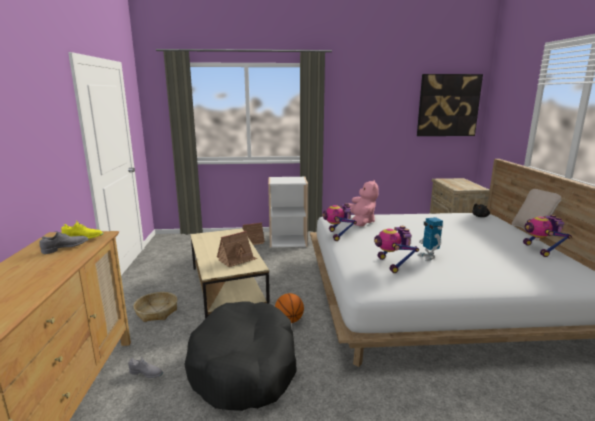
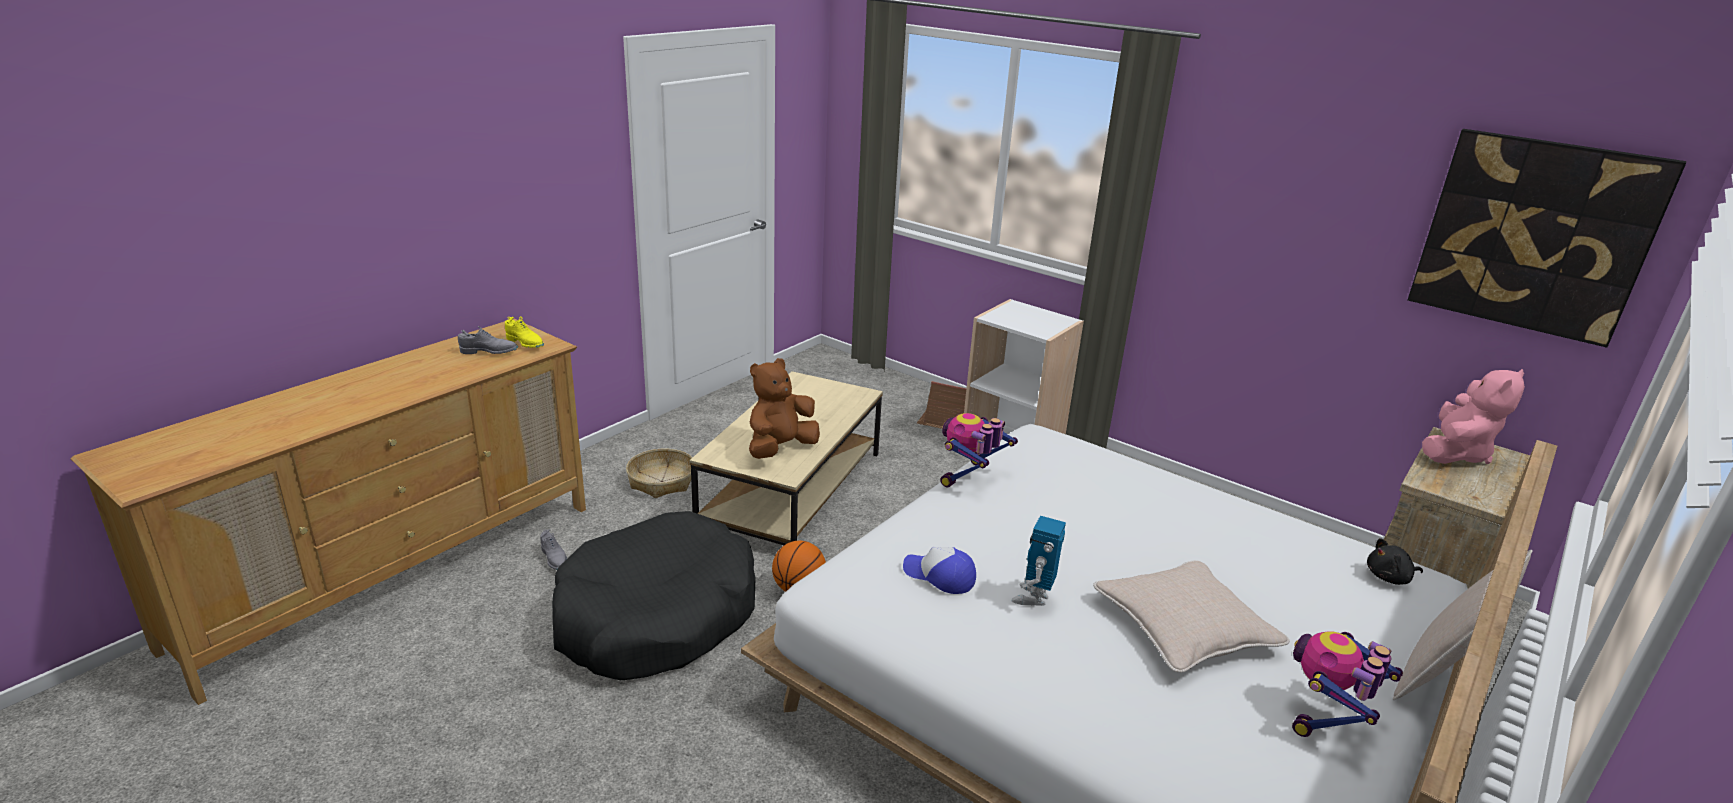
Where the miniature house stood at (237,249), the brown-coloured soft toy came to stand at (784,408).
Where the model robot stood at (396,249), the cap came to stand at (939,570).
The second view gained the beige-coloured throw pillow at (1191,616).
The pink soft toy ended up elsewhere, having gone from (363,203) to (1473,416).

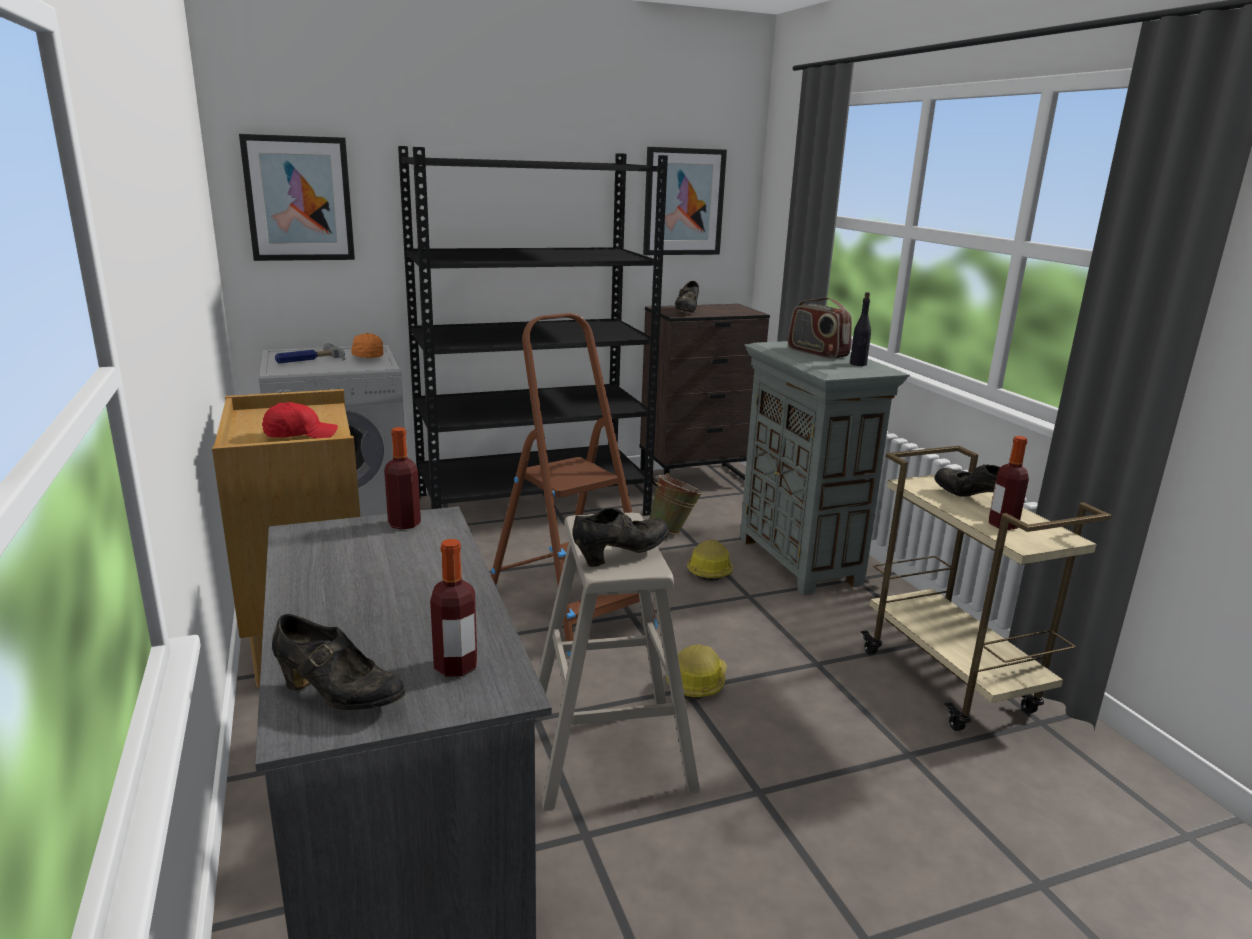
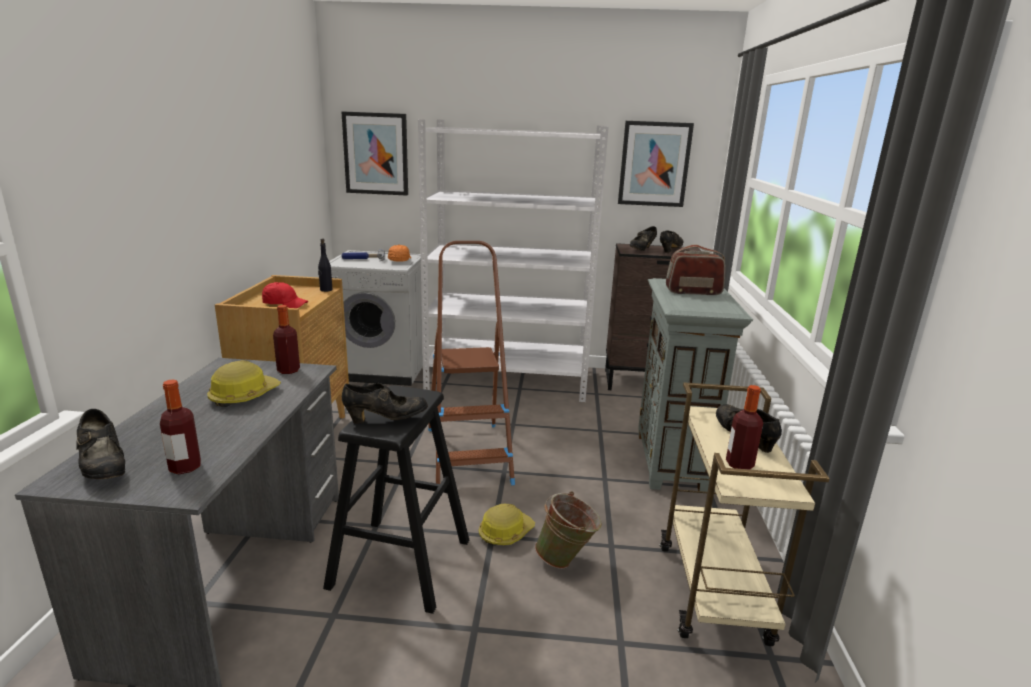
The work helmet ended up elsewhere, having gone from (710,561) to (244,383).
The black-coloured beverage bottle ended up elsewhere, having gone from (860,329) to (325,265).
What was the beige-coloured sitting stool at (617,662) turned into the black-coloured sitting stool at (396,499).
What was the black-coloured bookshelf at (533,331) turned into the white-coloured bookshelf at (513,260).
The green pail ended up elsewhere, having gone from (676,504) to (568,530).
The second view gained the black-coloured shoe at (672,241).
The radio at (820,328) ended up facing another way, 105 degrees clockwise from before.

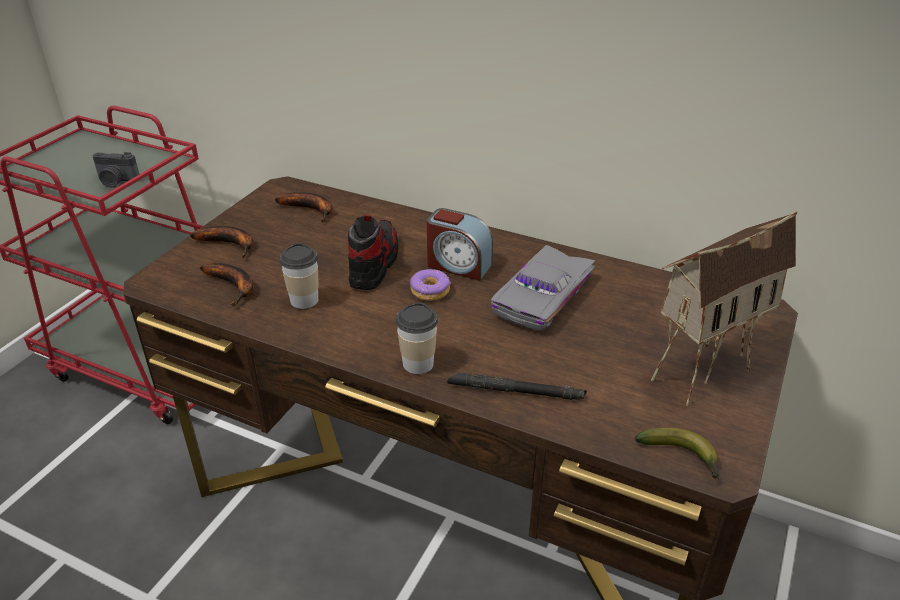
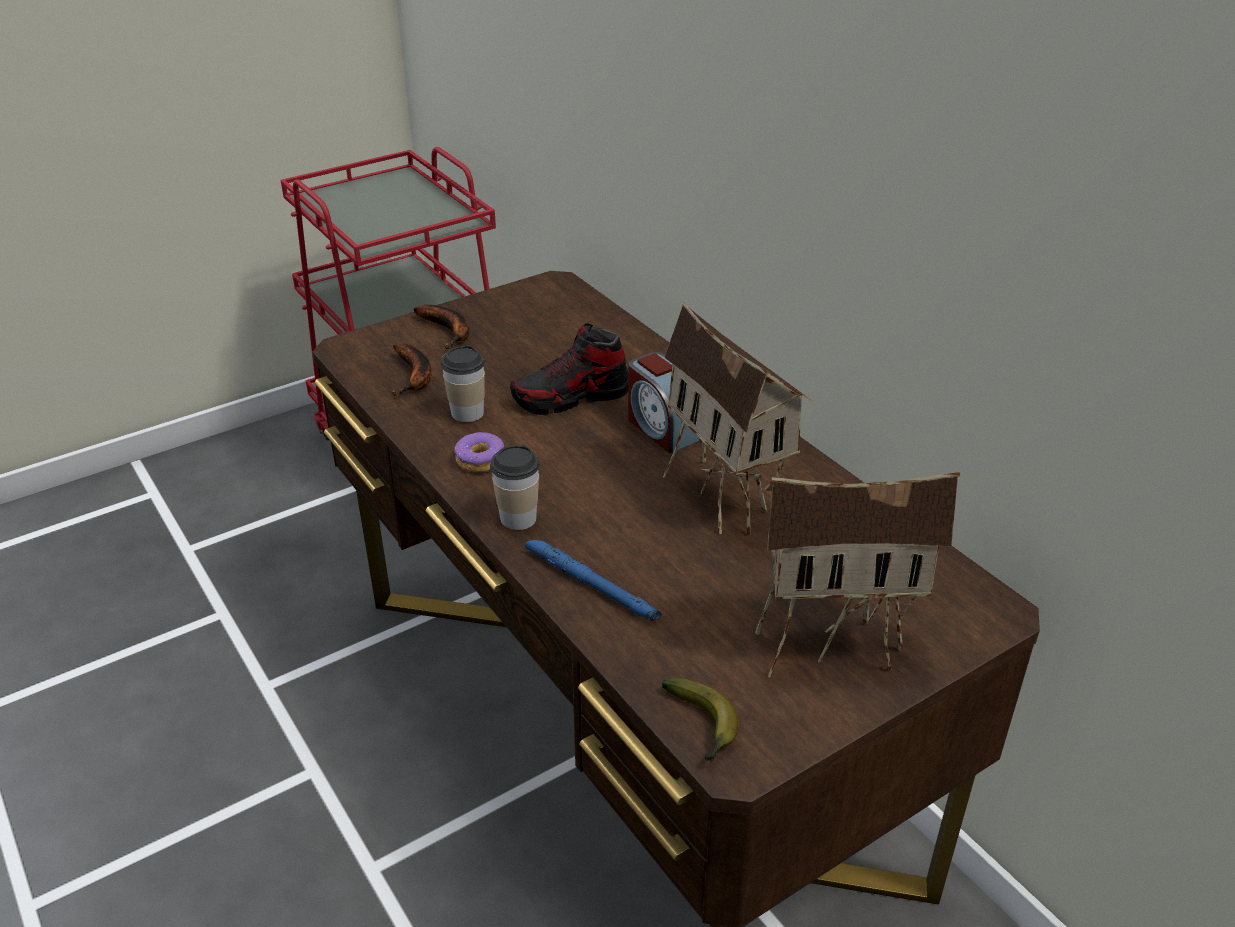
The donut ended up elsewhere, having gone from (430,285) to (479,452).
The shoe at (373,252) ended up facing another way, 150 degrees counterclockwise from before.
What was the black-coloured torch at (517,386) turned into the bluish torch at (593,580).
Where the greyish model car stood at (543,288), the miniature house came to stand at (737,418).
The second view lost the still camera at (116,170).
The second view lost the banana at (303,207).

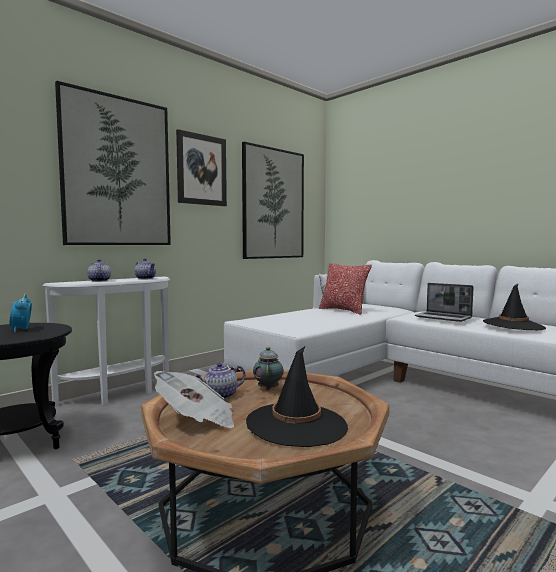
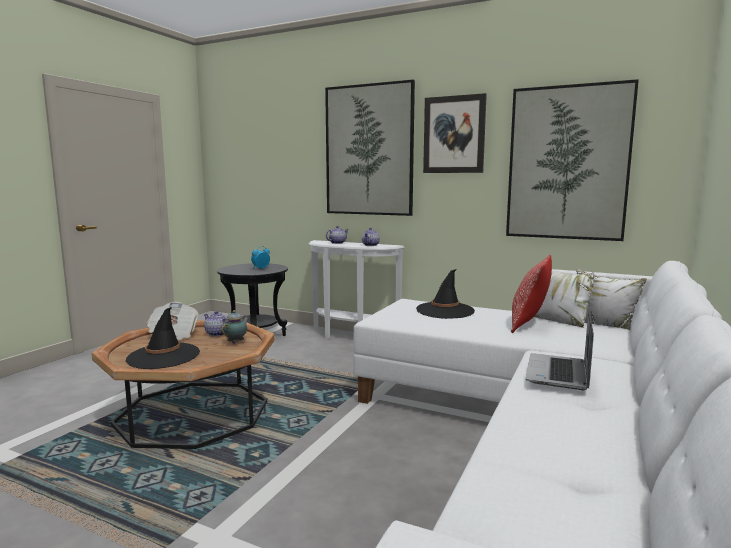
The pot for tea at (268,368) ended up facing another way, 45 degrees counterclockwise from before.
The black-coloured hat ended up elsewhere, having gone from (514,307) to (445,294).

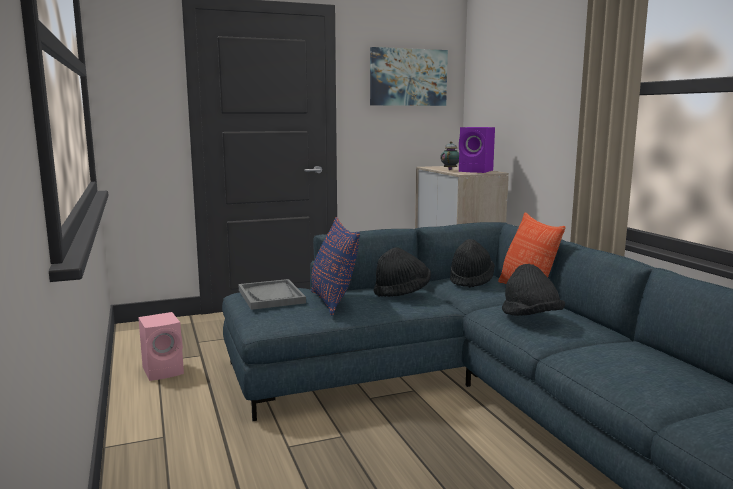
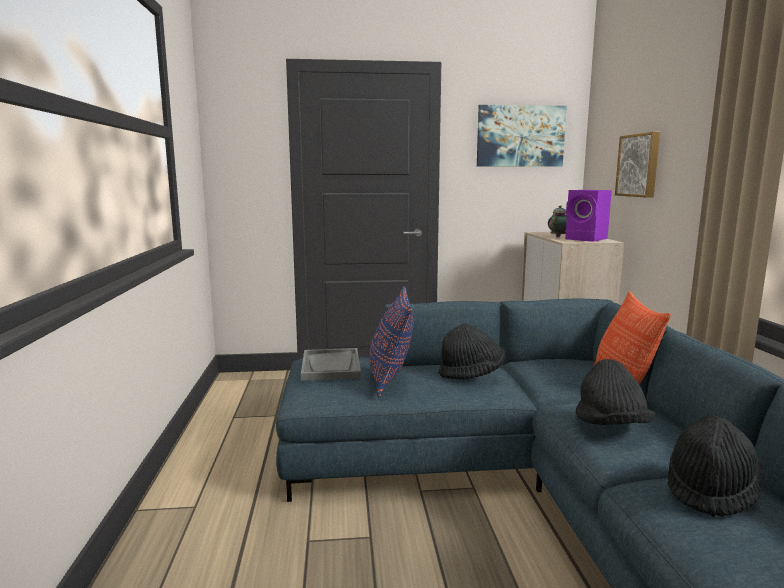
The second view gained the wall picture at (637,165).
The black-coloured hat ended up elsewhere, having gone from (472,263) to (715,466).
The second view lost the pink audio speaker at (161,346).

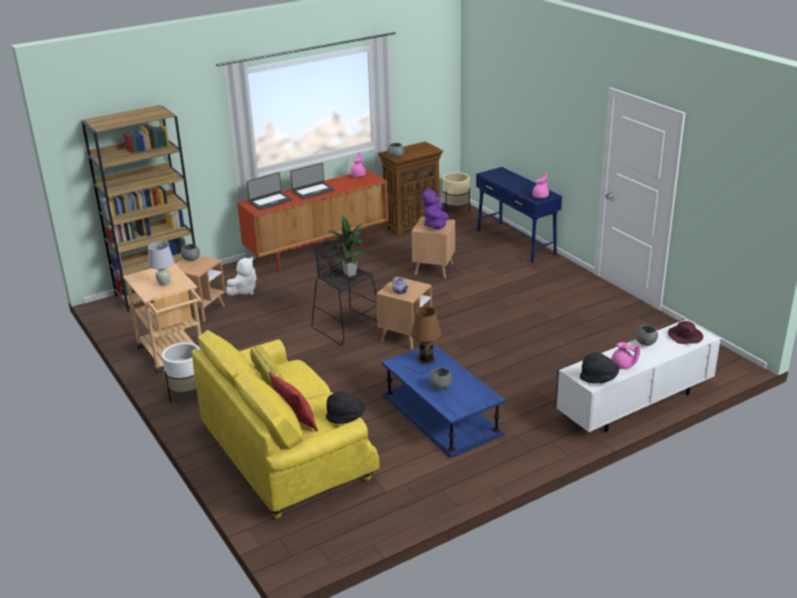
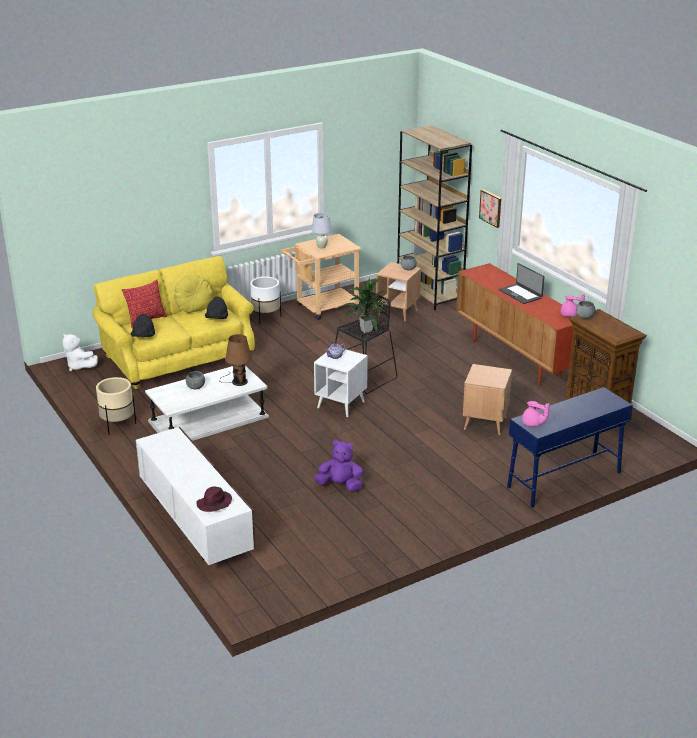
The white-coloured soft toy ended up elsewhere, having gone from (241,276) to (80,352).
The beige-coloured plant pot ended up elsewhere, having gone from (456,192) to (116,405).
What was the bluish coffee table at (443,401) turned into the white-coloured coffee table at (207,403).
The black-coloured hat ended up elsewhere, having gone from (599,368) to (216,307).
What was the brown-coloured side table at (404,313) turned into the white-coloured side table at (341,382).
The purplish soft toy ended up elsewhere, having gone from (435,209) to (339,465).
The second view gained the wall picture at (490,208).
The second view lost the portable computer at (270,191).
The second view lost the pink pot for tea at (626,355).
The second view lost the greyish serving bowl at (646,335).

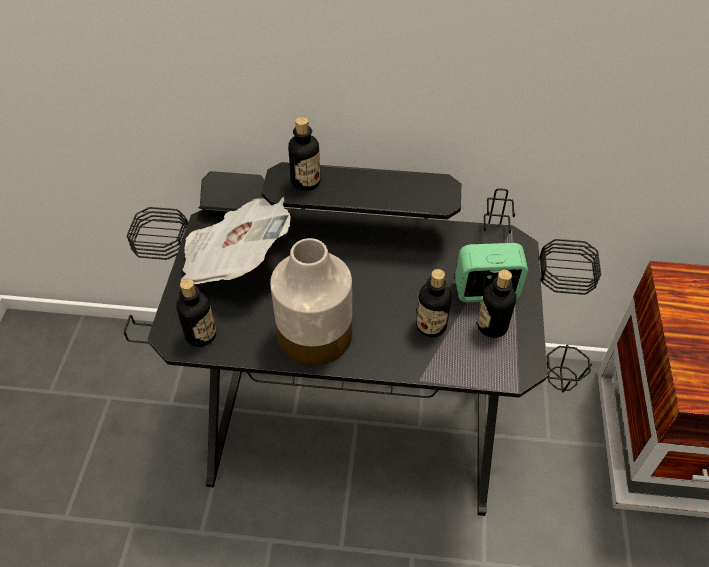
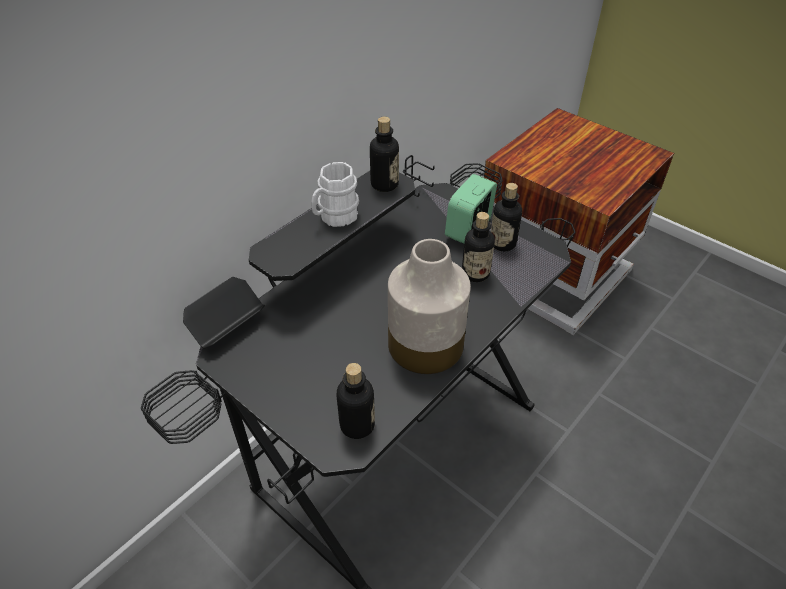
The second view gained the white-coloured coffee mug at (335,194).
The beverage bottle ended up elsewhere, having gone from (304,154) to (384,154).
The second view lost the daily paper at (236,240).

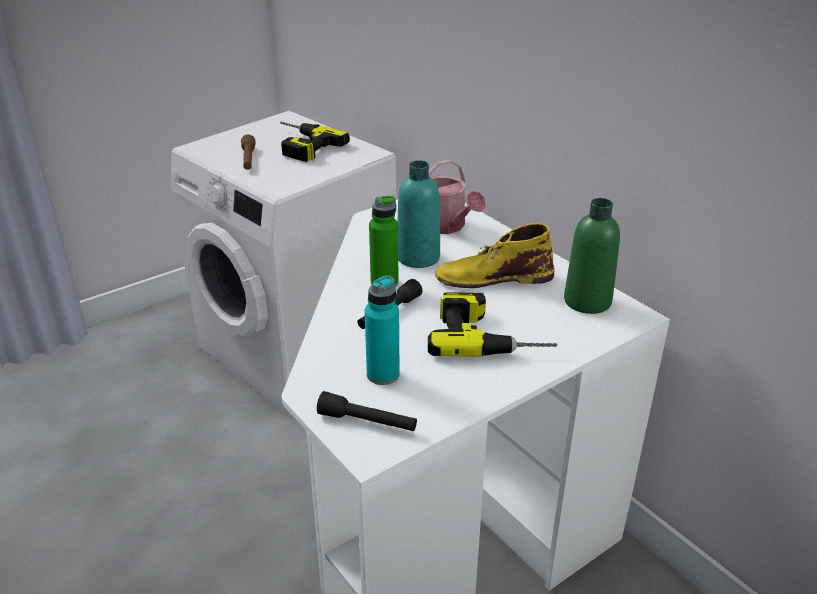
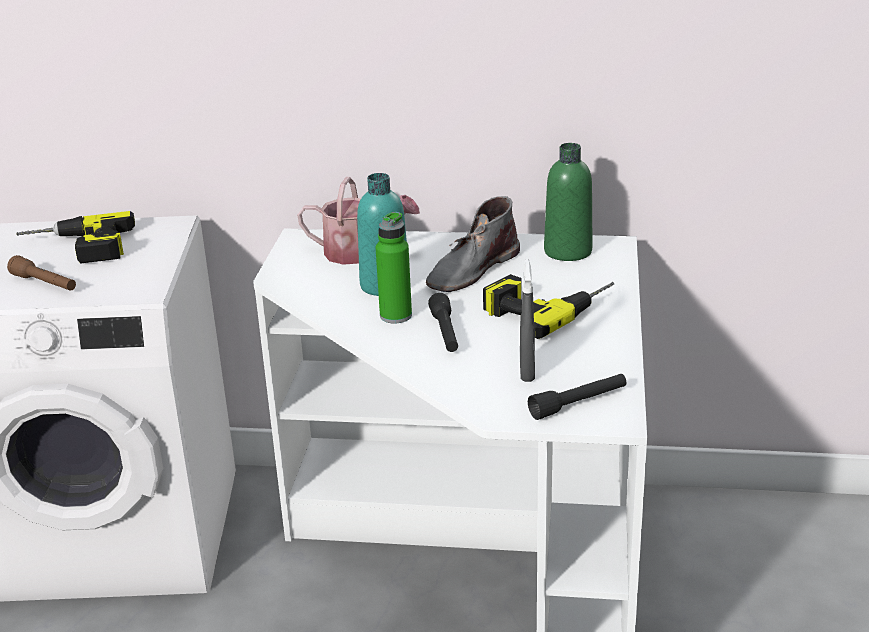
What was the yellow tall boot at (495,255) turned into the greyish tall boot at (473,244).
Where the turquoise beverage bottle stood at (382,330), the greyish spray bottle came to stand at (527,320).

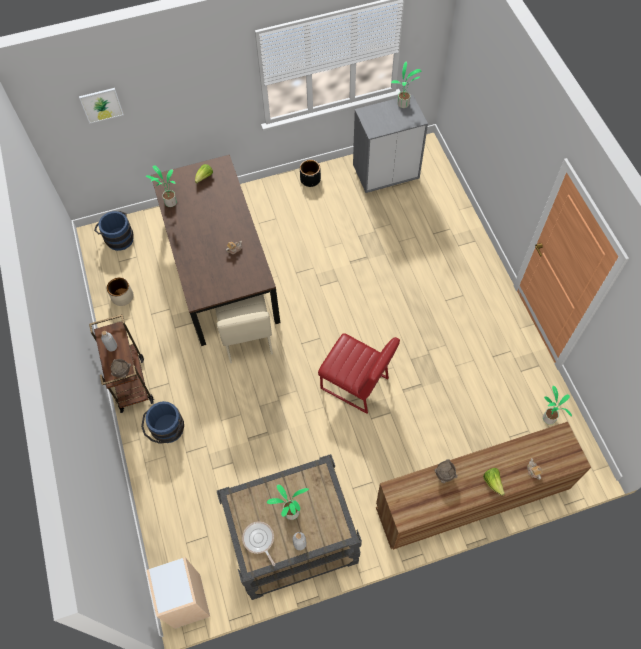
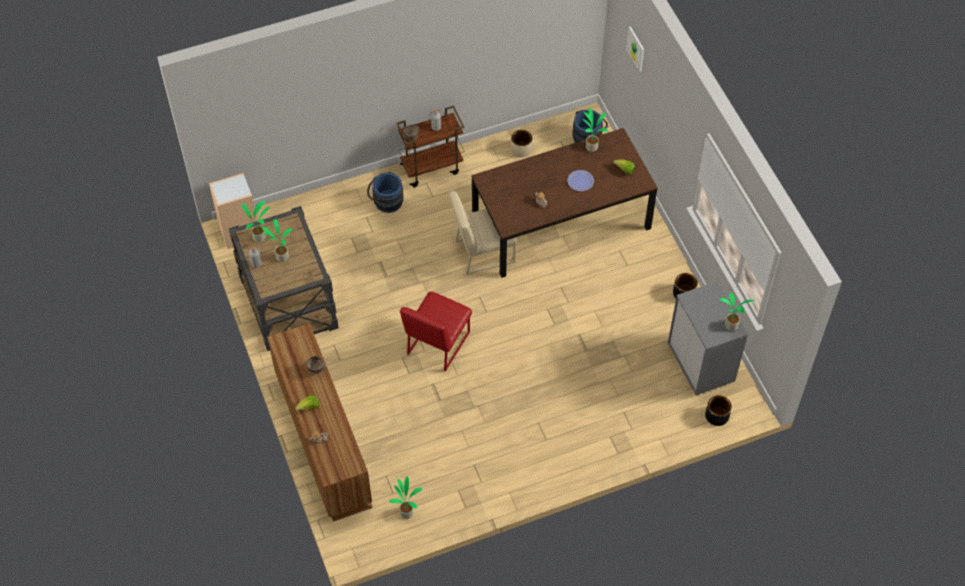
Where the skillet stood at (258,543), the houseplant came to stand at (256,221).
The second view gained the dinner plate at (580,180).
The second view gained the black-coloured plant pot at (718,410).

